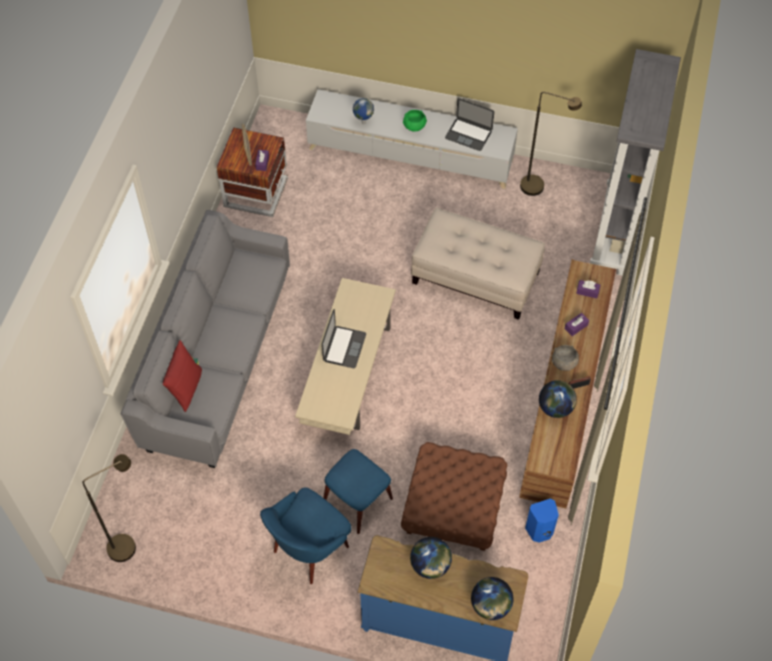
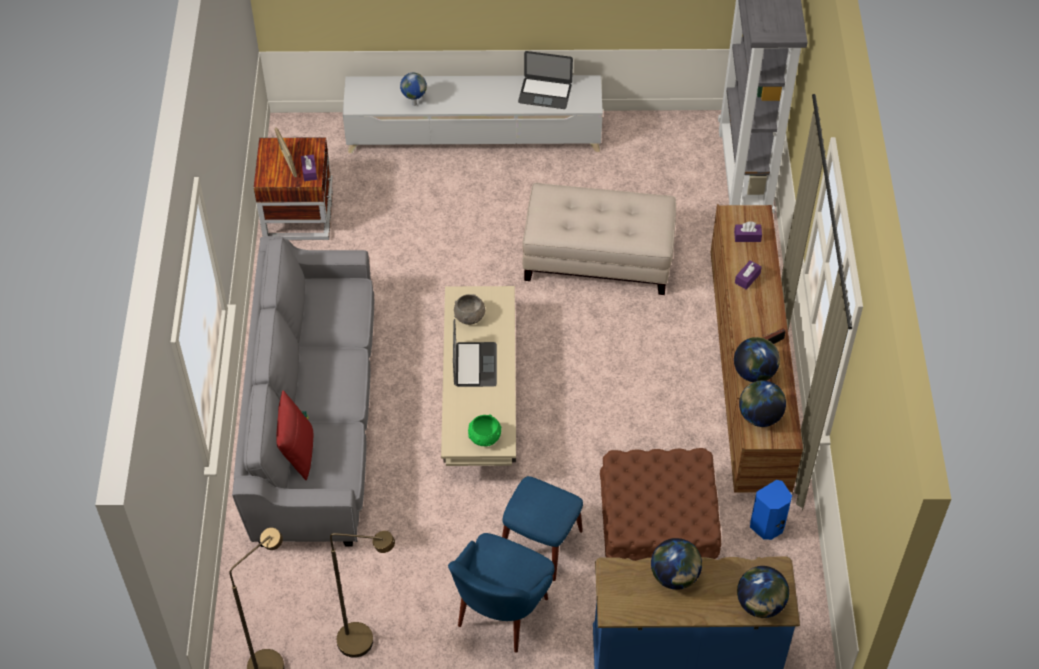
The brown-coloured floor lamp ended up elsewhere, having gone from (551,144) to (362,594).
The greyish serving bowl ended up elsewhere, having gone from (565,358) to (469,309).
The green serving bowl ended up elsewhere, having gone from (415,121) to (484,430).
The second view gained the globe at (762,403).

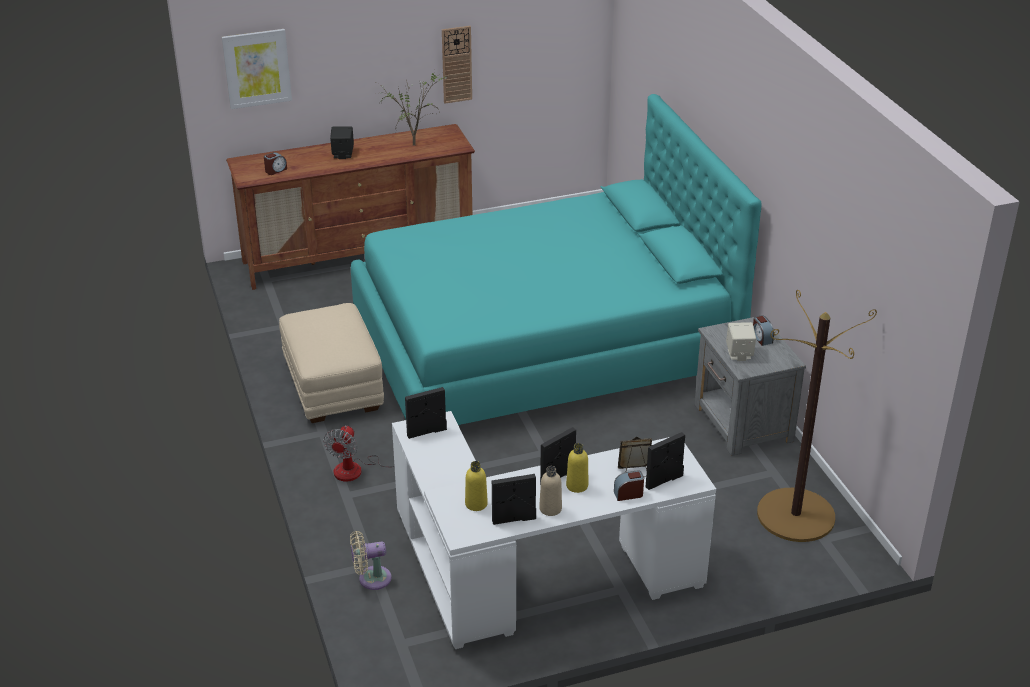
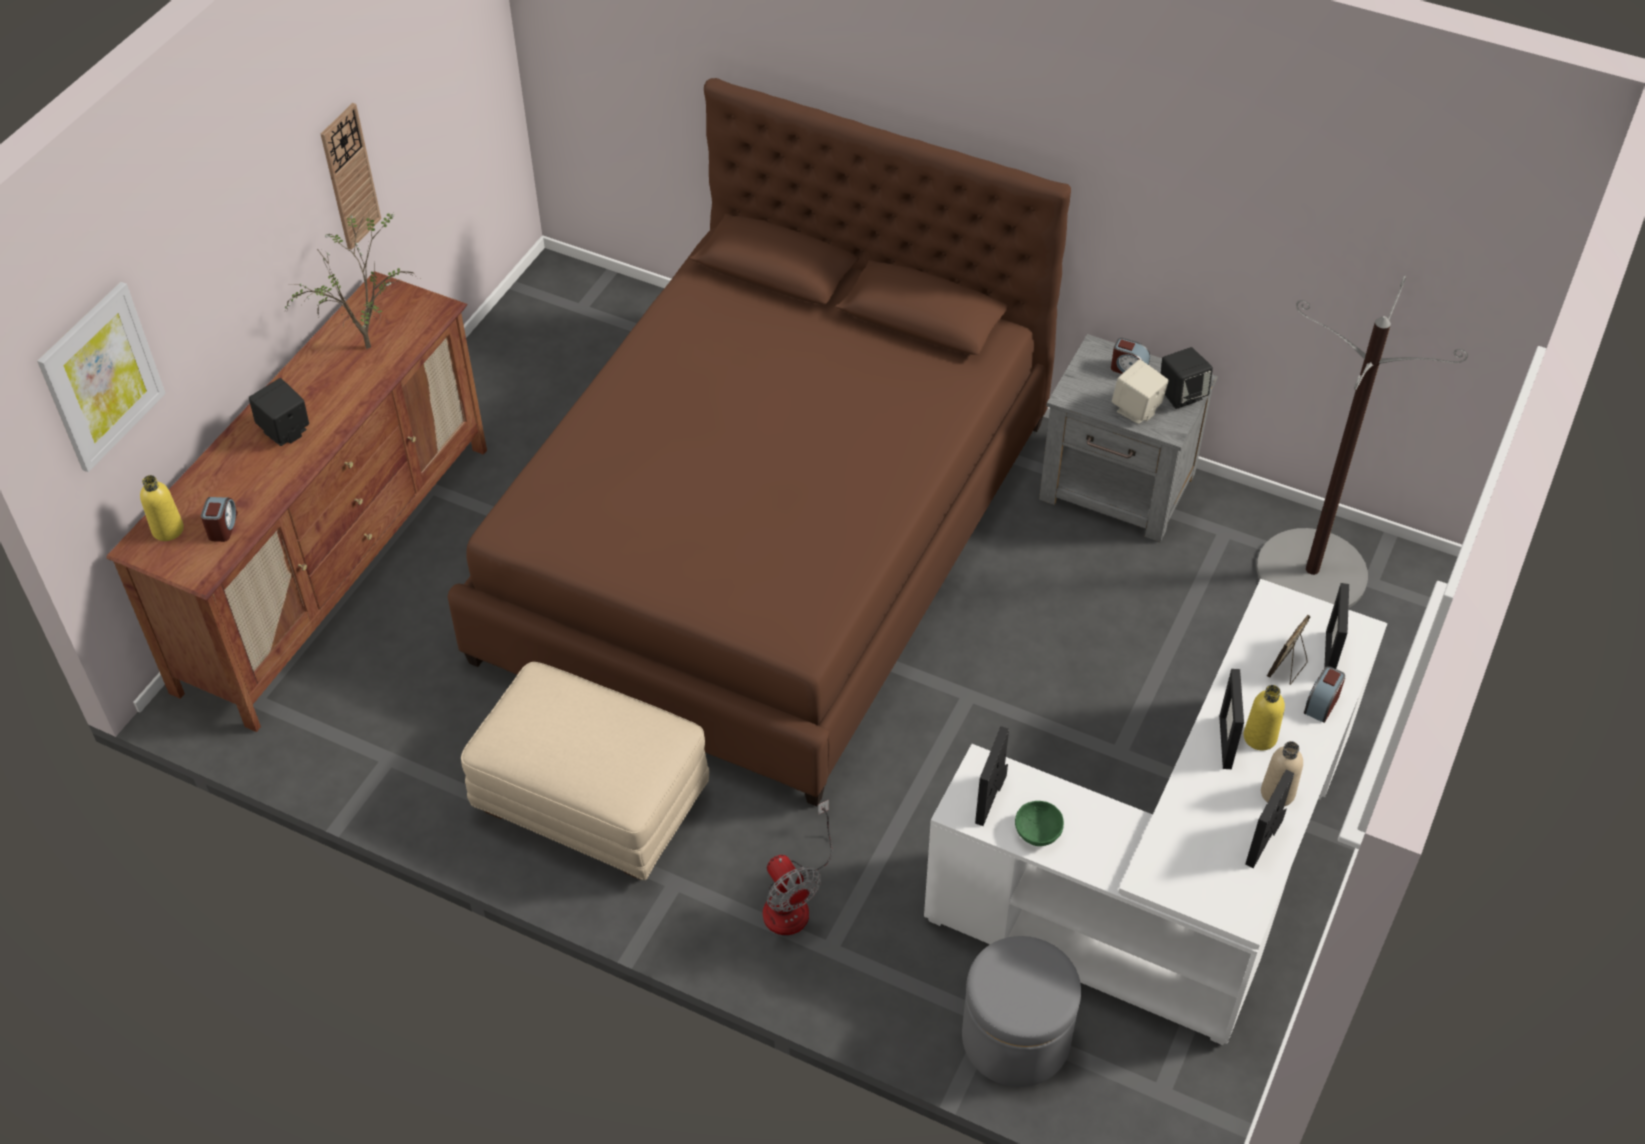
The yellow beverage bottle ended up elsewhere, having gone from (476,486) to (162,508).
What was the turquoise sleeping bed at (556,259) turned into the brown-coloured sleeping bed at (759,442).
Where the beige-coloured electric fan stood at (371,560), the greyish footrest came to stand at (1021,1011).
The second view gained the green serving bowl at (1039,823).
The second view gained the black-coloured audio speaker at (1187,378).
What was the brown-coloured garment stand at (817,416) turned into the greyish garment stand at (1362,442).

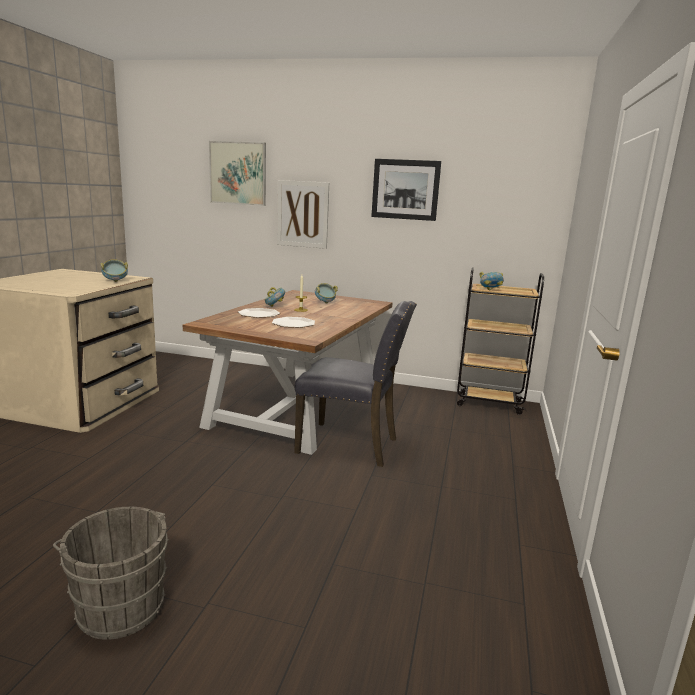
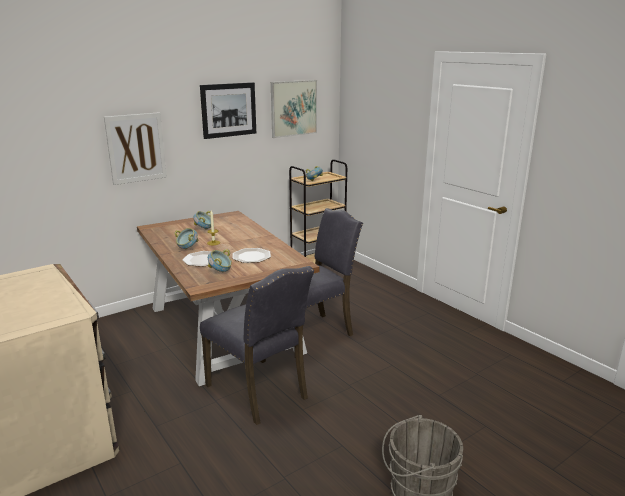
The second view gained the greyish plain chair at (257,345).
The serving bowl ended up elsewhere, having gone from (114,270) to (220,260).
The wall picture ended up elsewhere, having gone from (237,173) to (294,109).

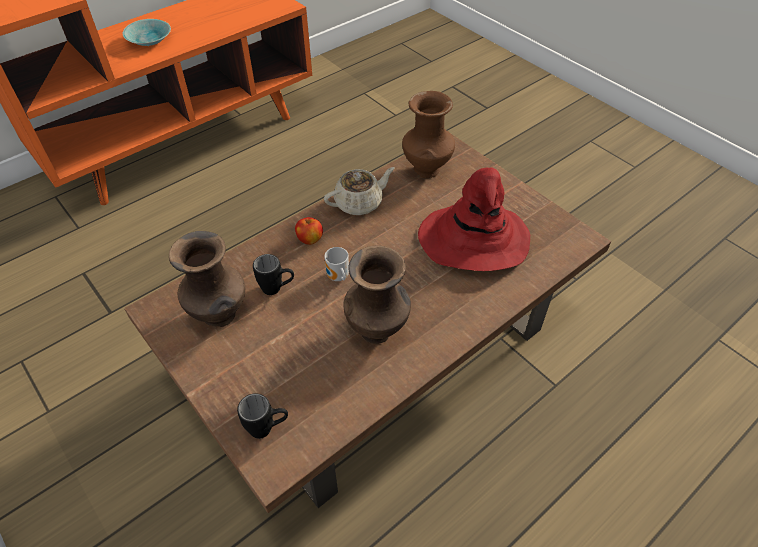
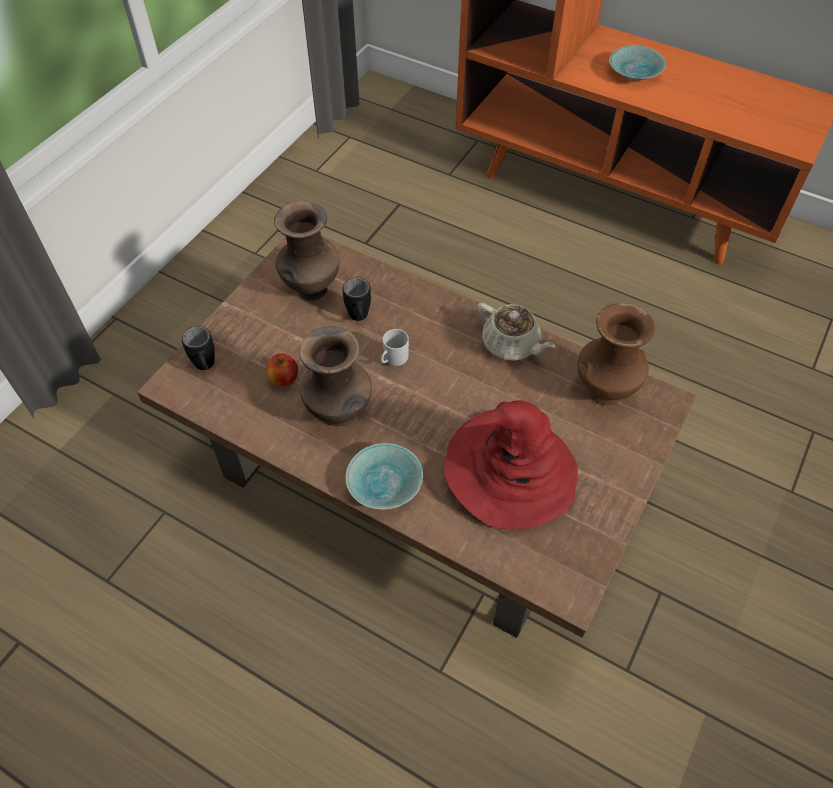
The apple ended up elsewhere, having gone from (309,231) to (282,370).
The second view gained the turquoise serving bowl at (384,476).

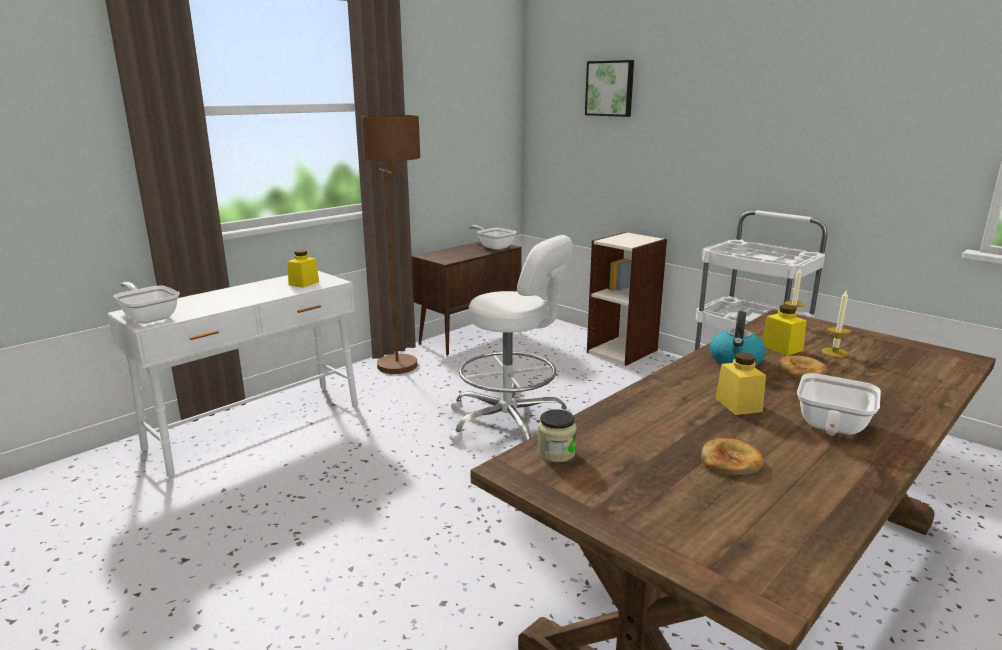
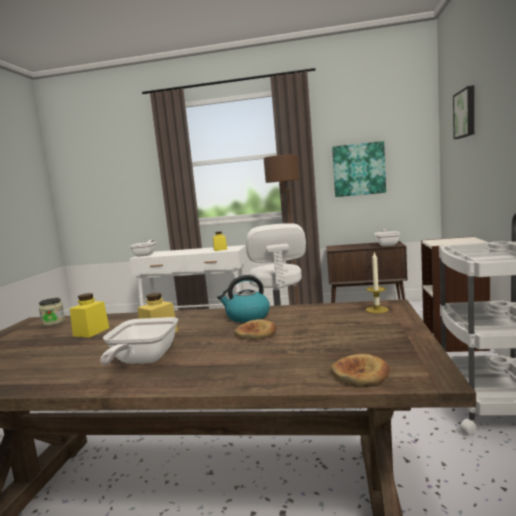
The yellow preserve jar ended up elsewhere, having gone from (784,330) to (90,315).
The skillet at (839,404) ended up facing another way, 75 degrees counterclockwise from before.
The baked bread ended up elsewhere, having gone from (732,456) to (360,369).
The second view gained the wall picture at (359,169).
The second view lost the wax candle at (836,324).

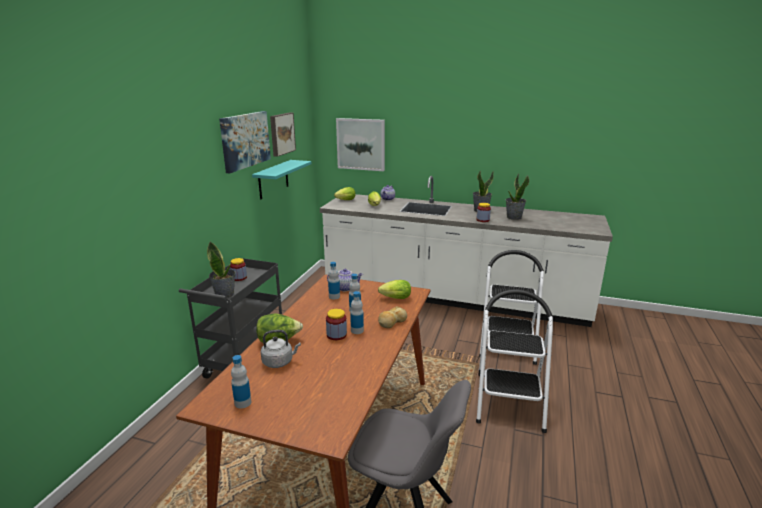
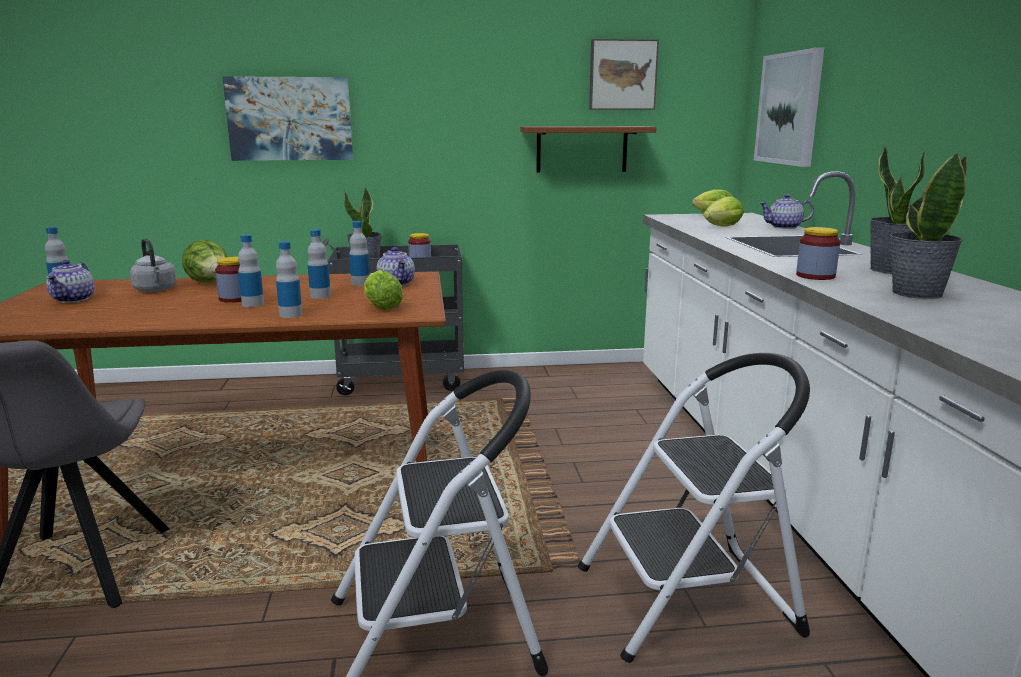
The second view gained the pot for tea at (70,281).
The wall picture ended up elsewhere, having gone from (245,142) to (287,118).
Where the baked bread stood at (392,317), the beverage bottle came to stand at (289,279).
What was the turquoise bracket shelf at (282,179) turned into the brown-coloured bracket shelf at (588,149).

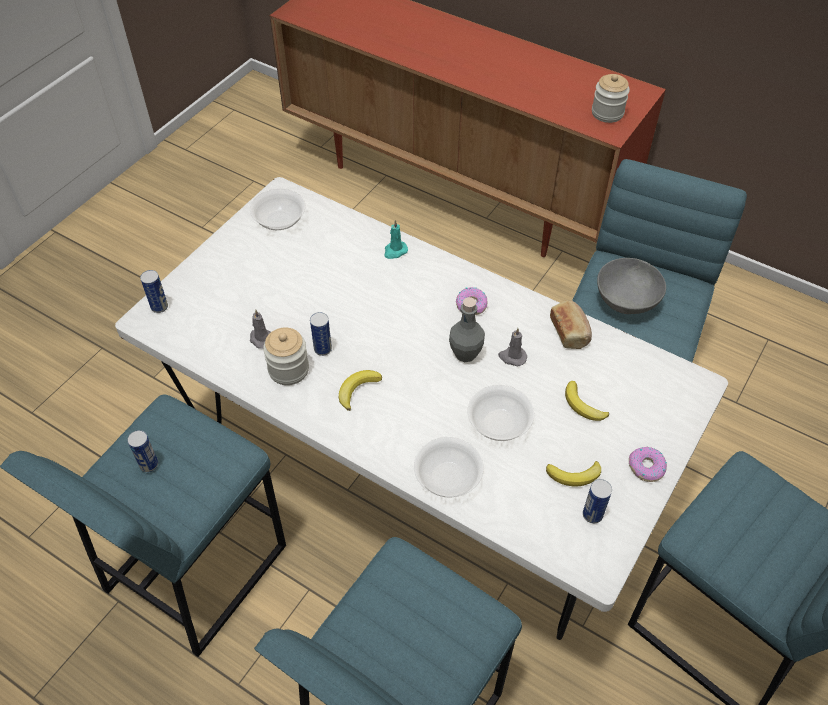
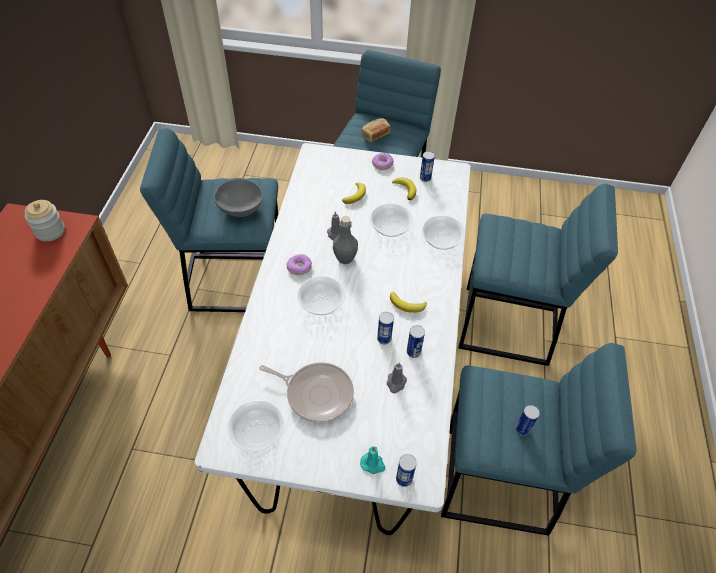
The second view gained the skillet at (306,392).
The second view gained the serving bowl at (321,295).
The turquoise wax candle ended up elsewhere, having gone from (396,239) to (372,460).
The baked bread ended up elsewhere, having gone from (571,324) to (376,130).
Where the preserve jar stood at (286,356), the can came to stand at (416,341).

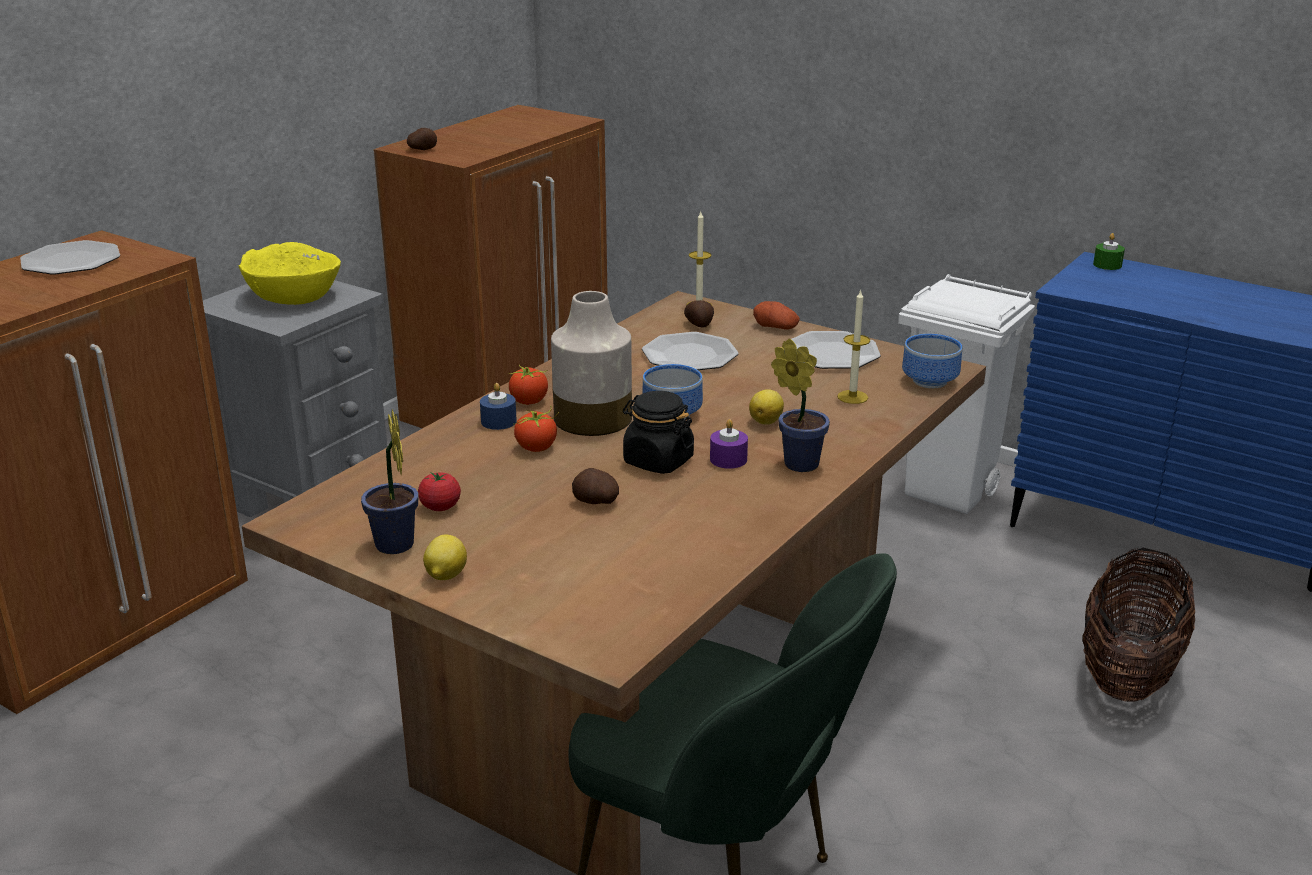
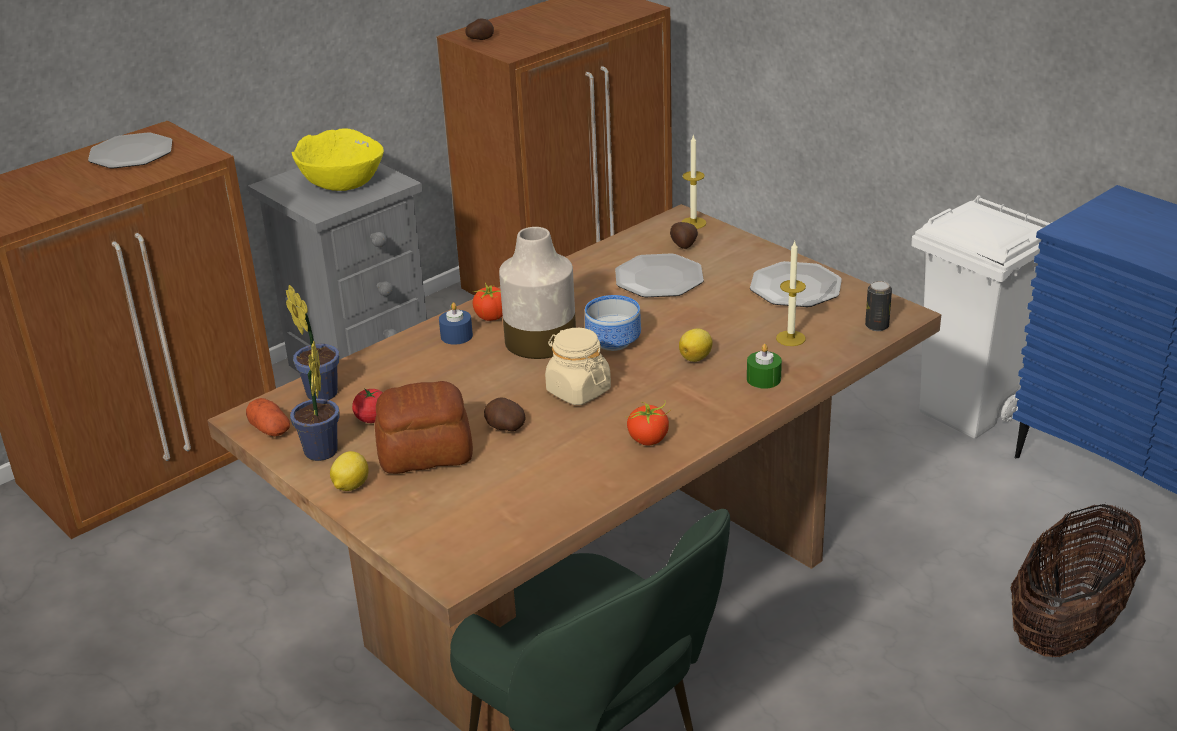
The spud ended up elsewhere, having gone from (776,315) to (268,417).
The houseplant ended up elsewhere, having gone from (800,405) to (312,342).
The second view gained the baked bread at (424,427).
What was the black-coloured preserve jar at (658,432) turned into the beige-coloured preserve jar at (578,366).
The fresh tomato ended up elsewhere, having gone from (536,429) to (649,422).
The green wax candle ended up elsewhere, having gone from (1109,251) to (764,366).
Where the serving bowl stood at (932,361), the can came to stand at (878,306).
The second view lost the purplish wax candle at (729,444).

